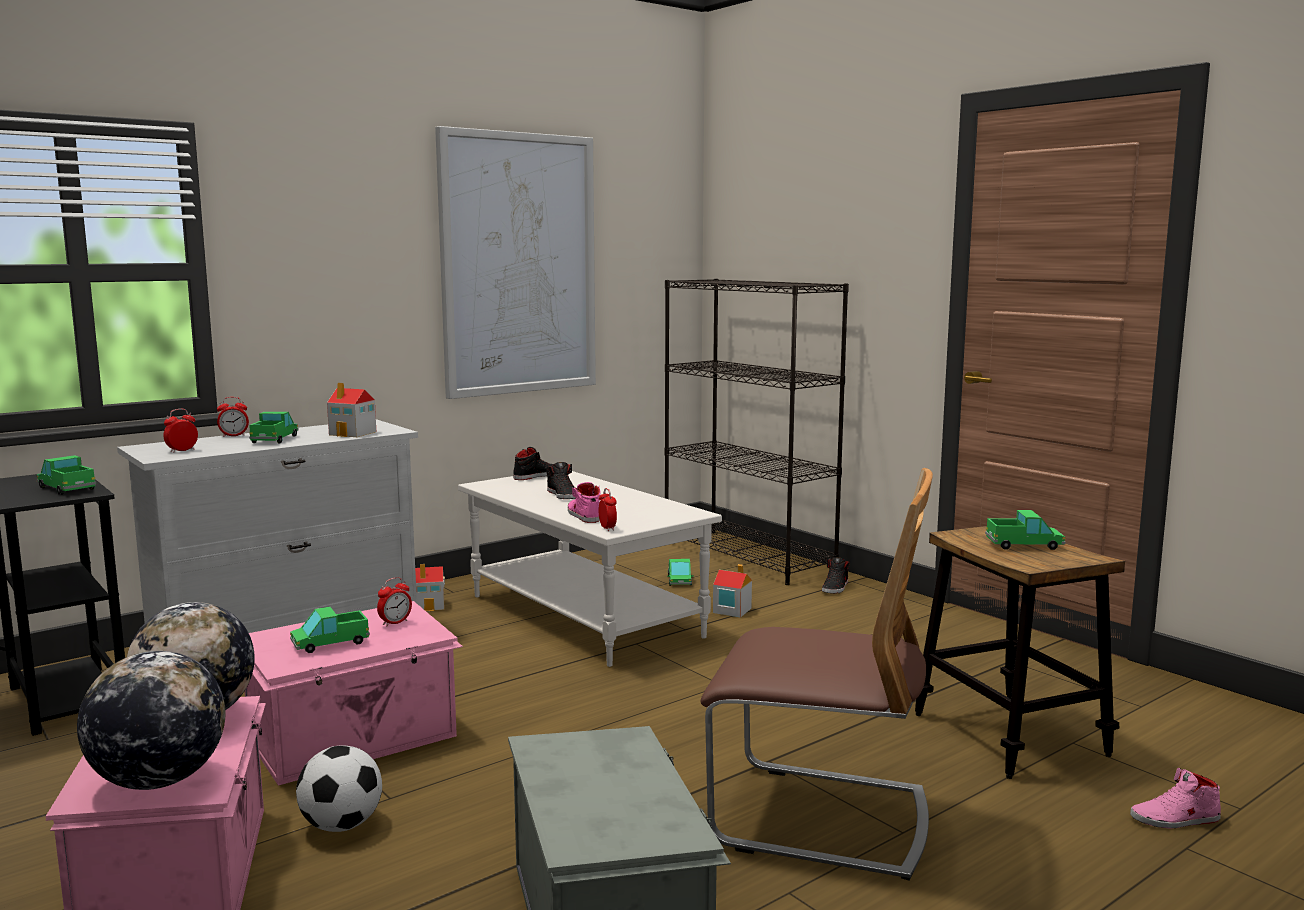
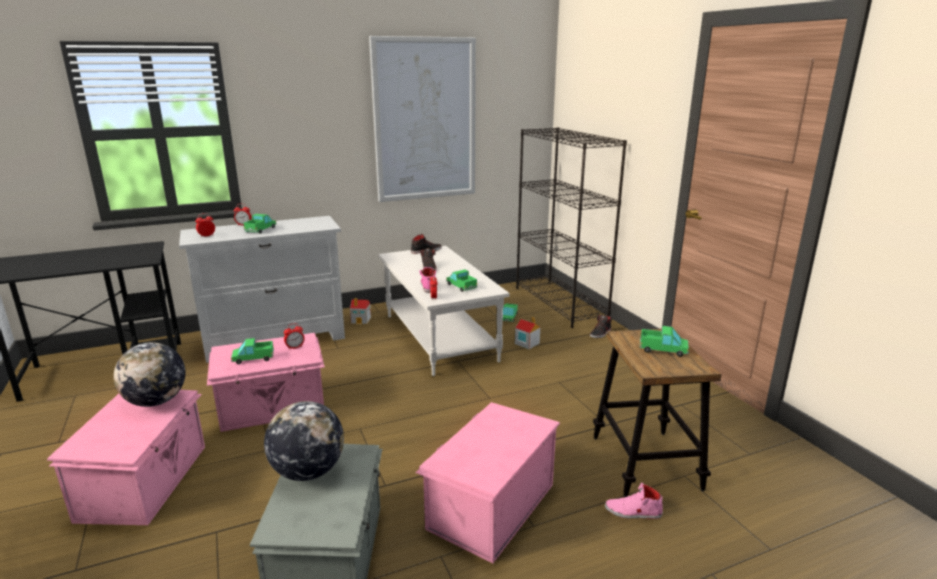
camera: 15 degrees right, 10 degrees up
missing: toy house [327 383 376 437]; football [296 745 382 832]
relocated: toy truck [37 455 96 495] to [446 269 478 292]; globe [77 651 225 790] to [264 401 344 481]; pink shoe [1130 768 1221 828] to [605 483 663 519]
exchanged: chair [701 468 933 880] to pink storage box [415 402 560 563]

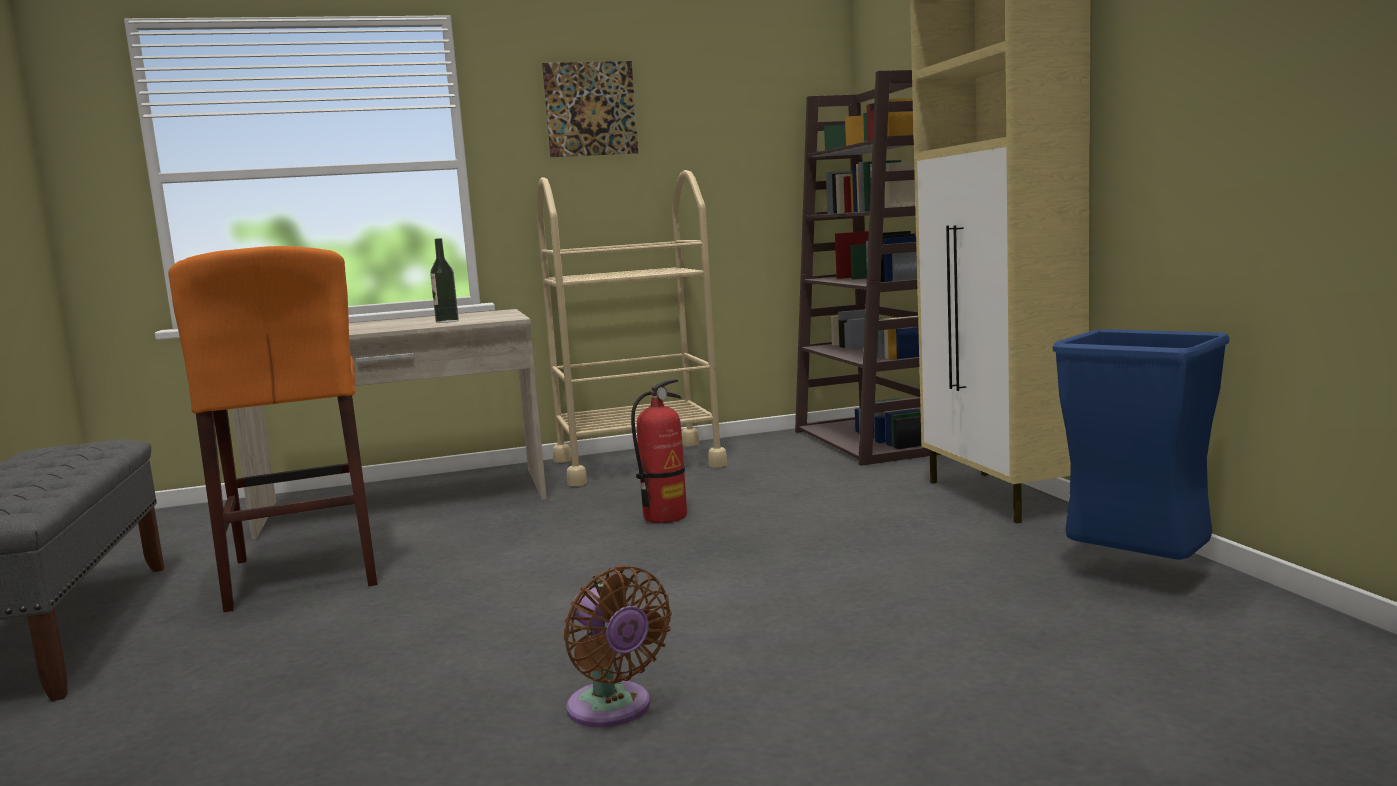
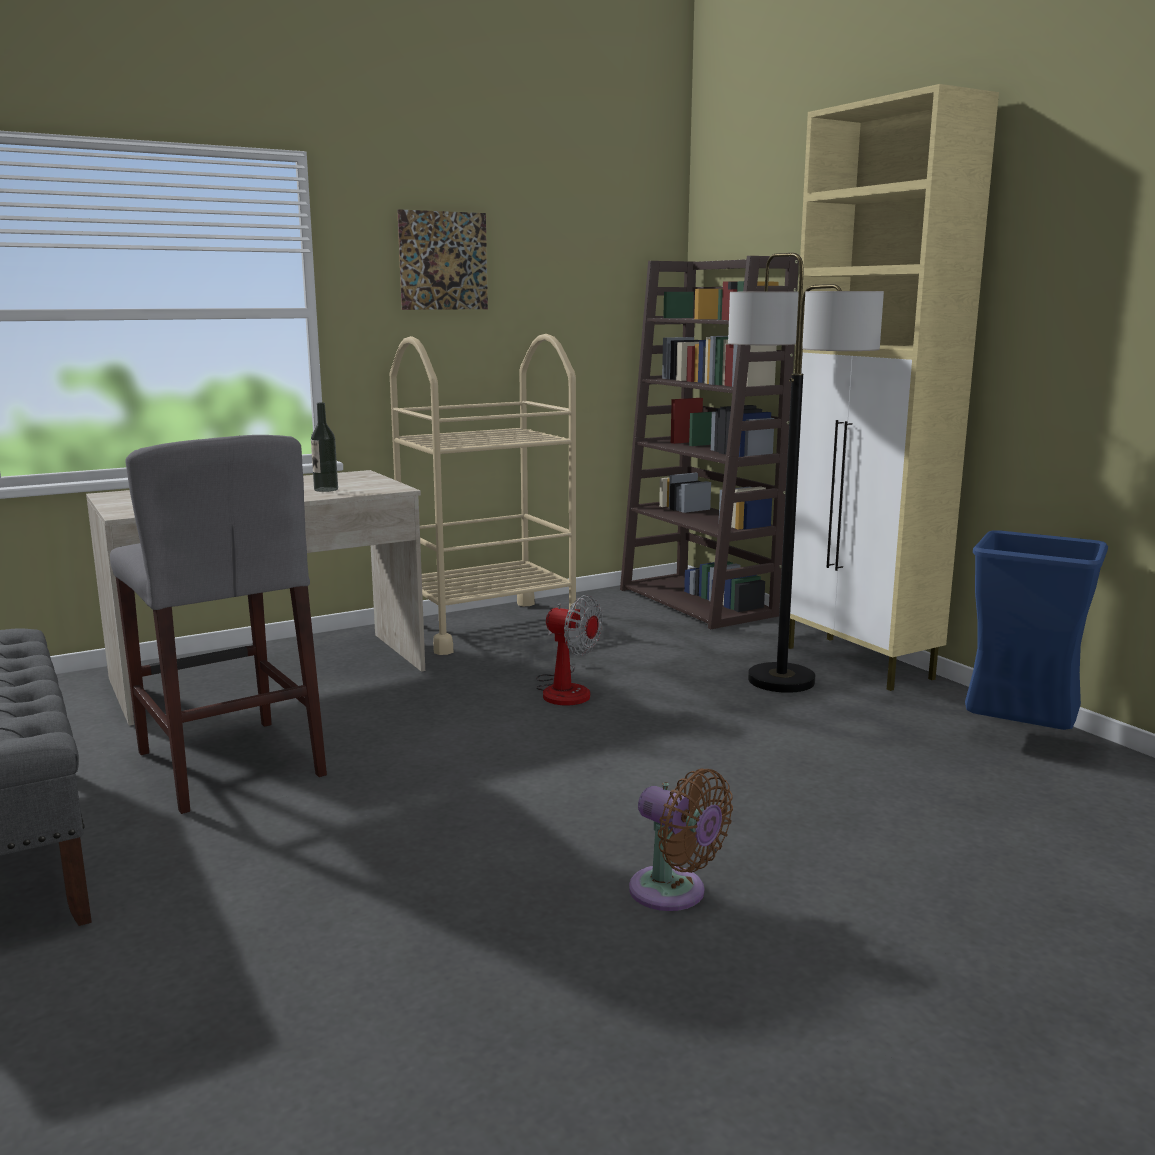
camera: 15 degrees left, 5 degrees up
appeared: floor lamp [728 253 884 693]
exchanged: fire extinguisher [631 379 687 523] to fan [536 595 602 705]
colour: orange stool [168 246 377 612] to grey stool [110 435 327 814]

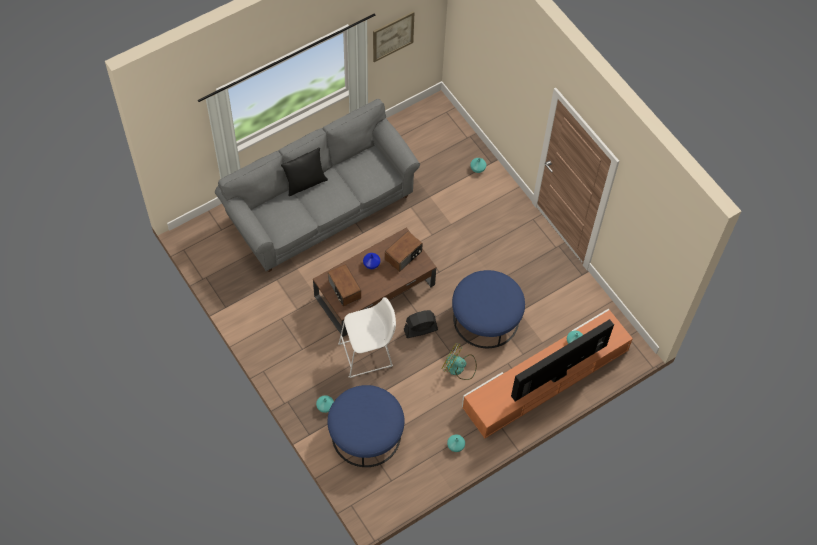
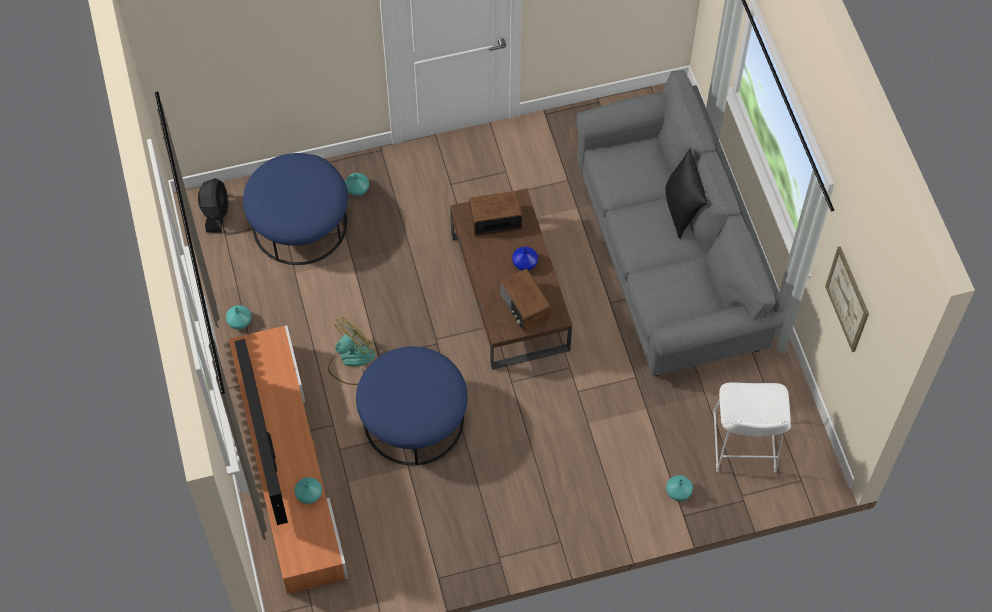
camera: 110 degrees right, 0 degrees up
relocated: white stool [338 297 396 378] to [714 382 791 473]; black fan [404 310 438 338] to [198 178 228 233]

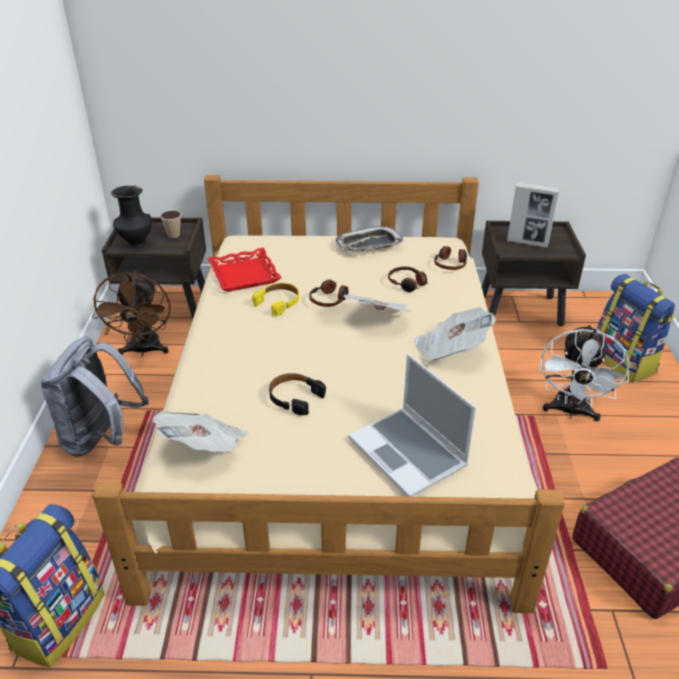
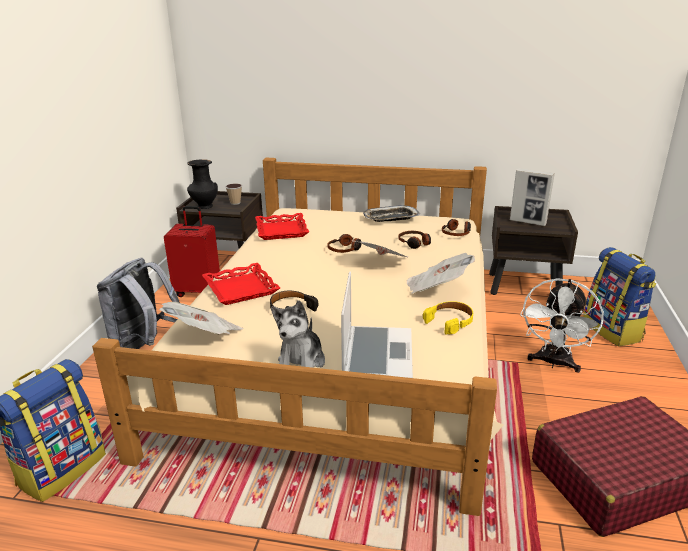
camera: 10 degrees right, 10 degrees down
appeared: red tray [202 263 280 305]; plush toy [271 300 325 368]
relocated: yellow headphones [252 283 299 316] to [423 301 473 335]
exchanged: brown fan [92 270 171 357] to red suitcase [164 206 220 297]
spun: laptop [349 354 476 497] = [341 272 413 378] 150 degrees counterclockwise

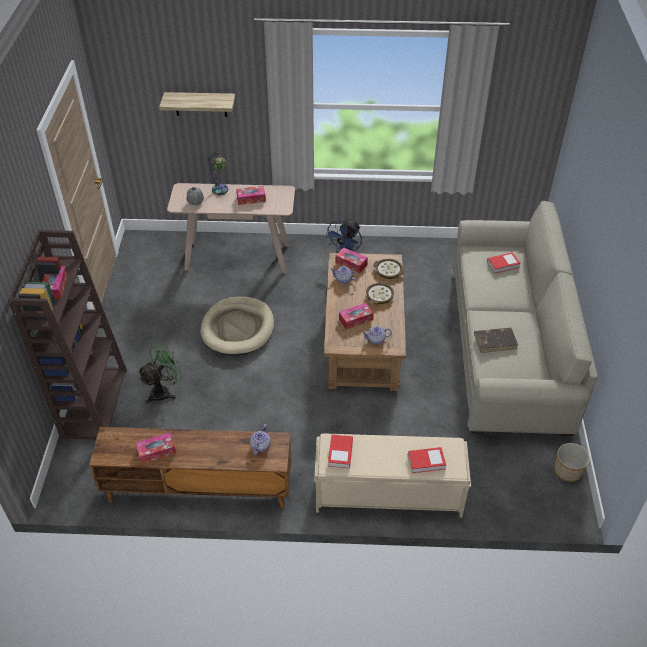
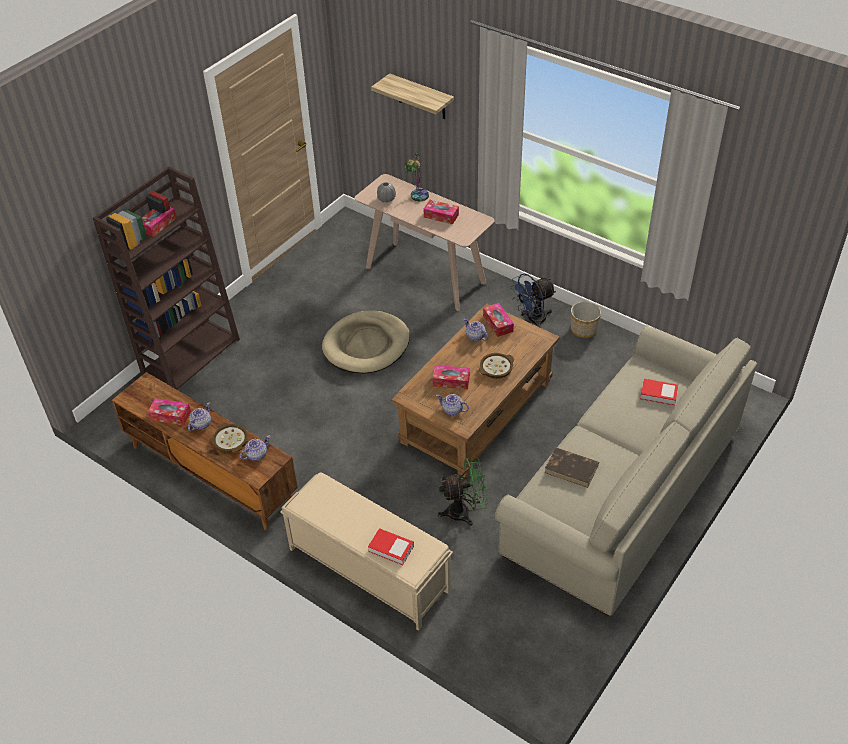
camera: 35 degrees right, 0 degrees up
missing: book [328 434 353 468]
appeared: teapot [188 403 211 432]
relocated: bowl [373 259 405 279] to [212 423 248 453]; green fan [138 343 184 404] to [438 457 488 526]; planter [554 443 590 482] to [571 301 601 338]

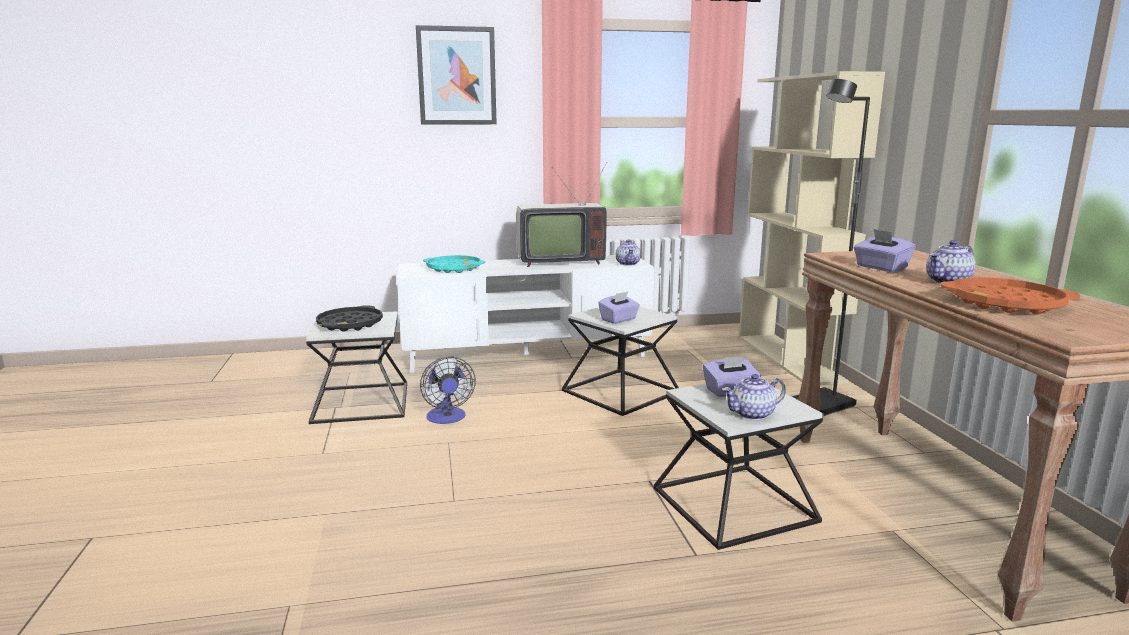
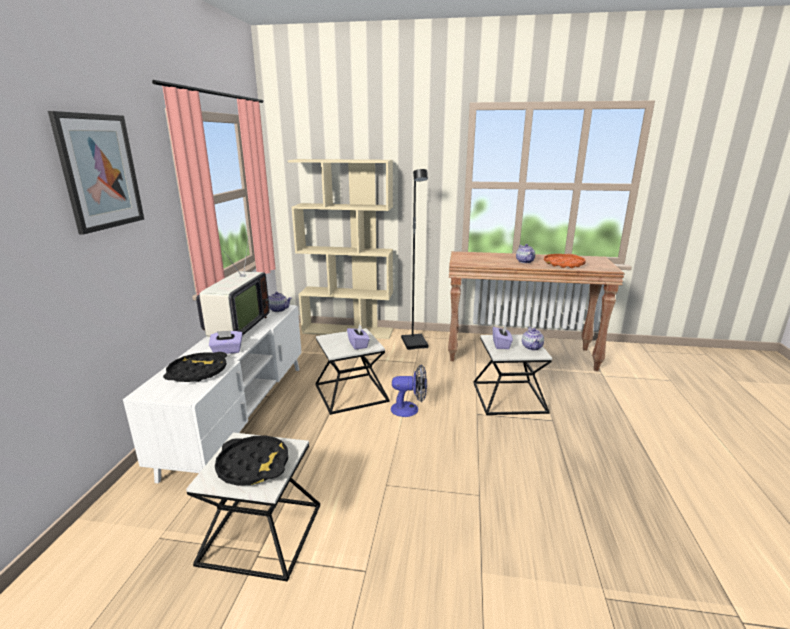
camera: 70 degrees left, 5 degrees up
relocated: purple tissue box [854 229 916 272] to [209 331 242 354]; fan [420 357 476 424] to [391 364 427 417]
colour: turquoise tray [423 255 485 273] to black tray [163 352 227 382]

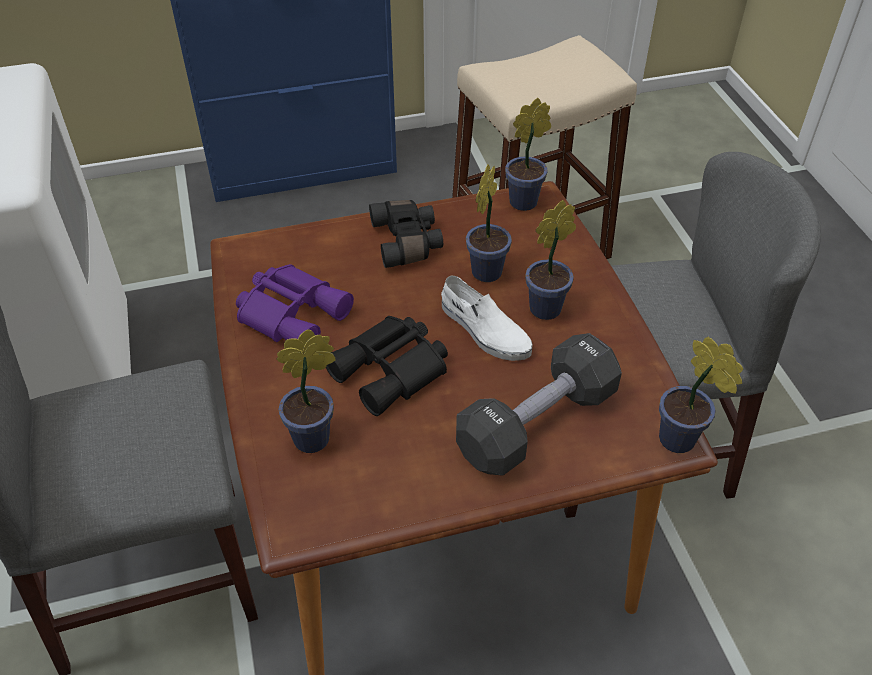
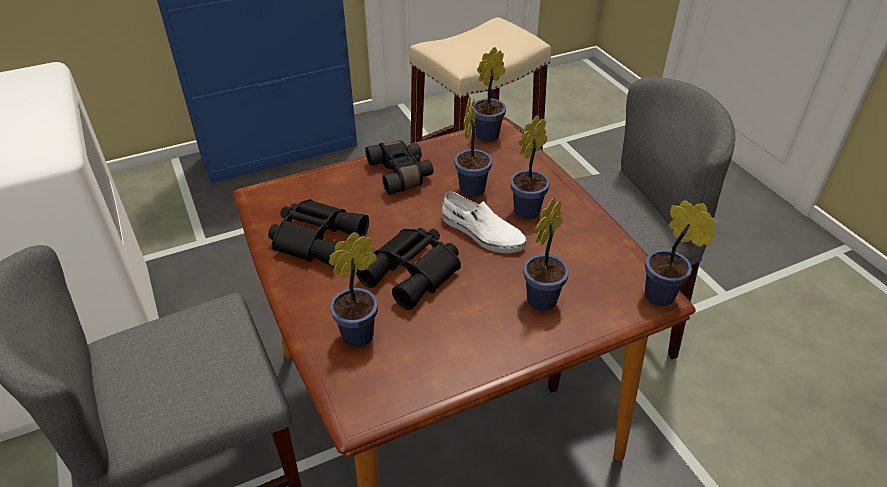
camera: 10 degrees left, 5 degrees down
exchanged: black dumbbell [456 333 622 476] to potted plant [523 198 569 311]
colour: purple binoculars [236 264 354 342] to black binoculars [268 199 369 268]

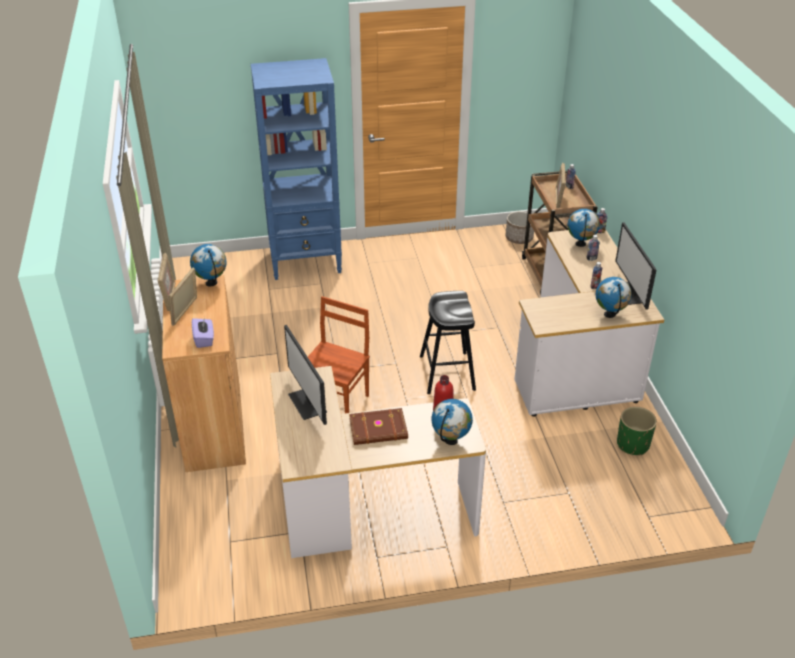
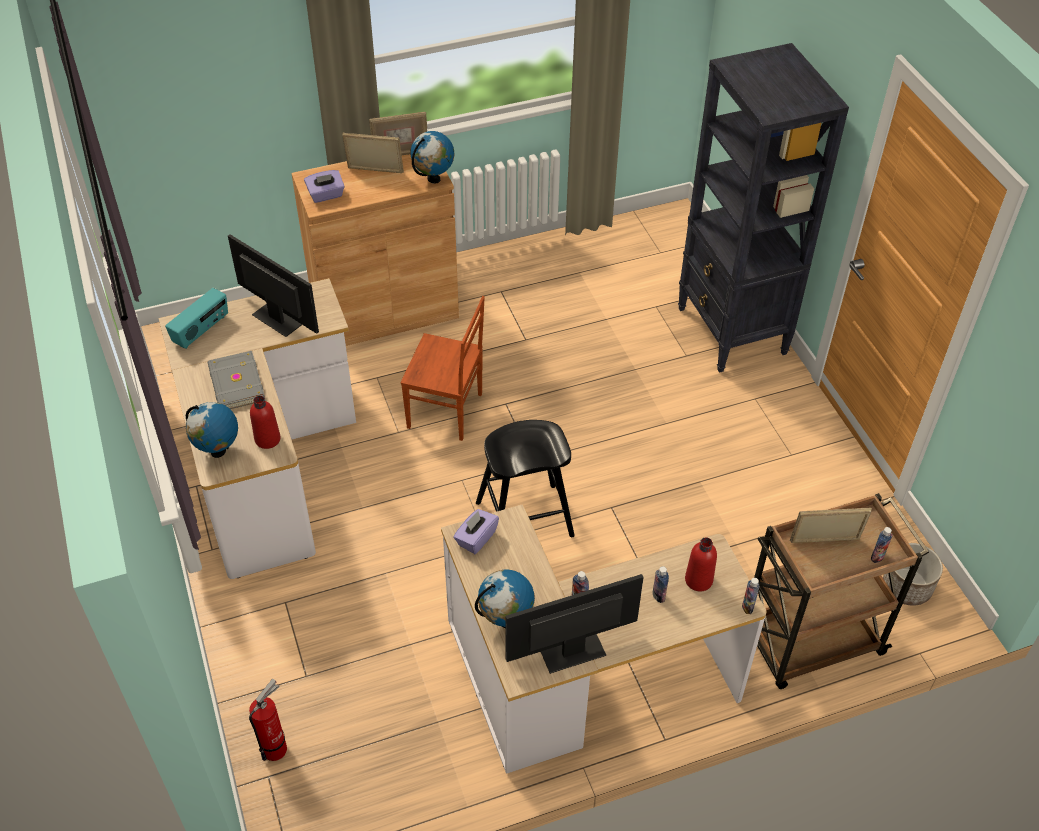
camera: 80 degrees right, 10 degrees up
missing: green planter [617 406 657 455]
appeared: radio [165 288 228 349]; purple tissue box [453 509 499 554]; fire extinguisher [249 679 287 761]
exchanged: globe [568 209 600 247] to red bottle [685 537 717 591]
colour: blue bookcase [251 58 342 280] to black bookcase [678 43 849 373]; brown book [349 408 408 445] to grey book [208 351 266 409]
spun: monitor [284 325 327 425] = [228 234 319 337] 75 degrees clockwise

